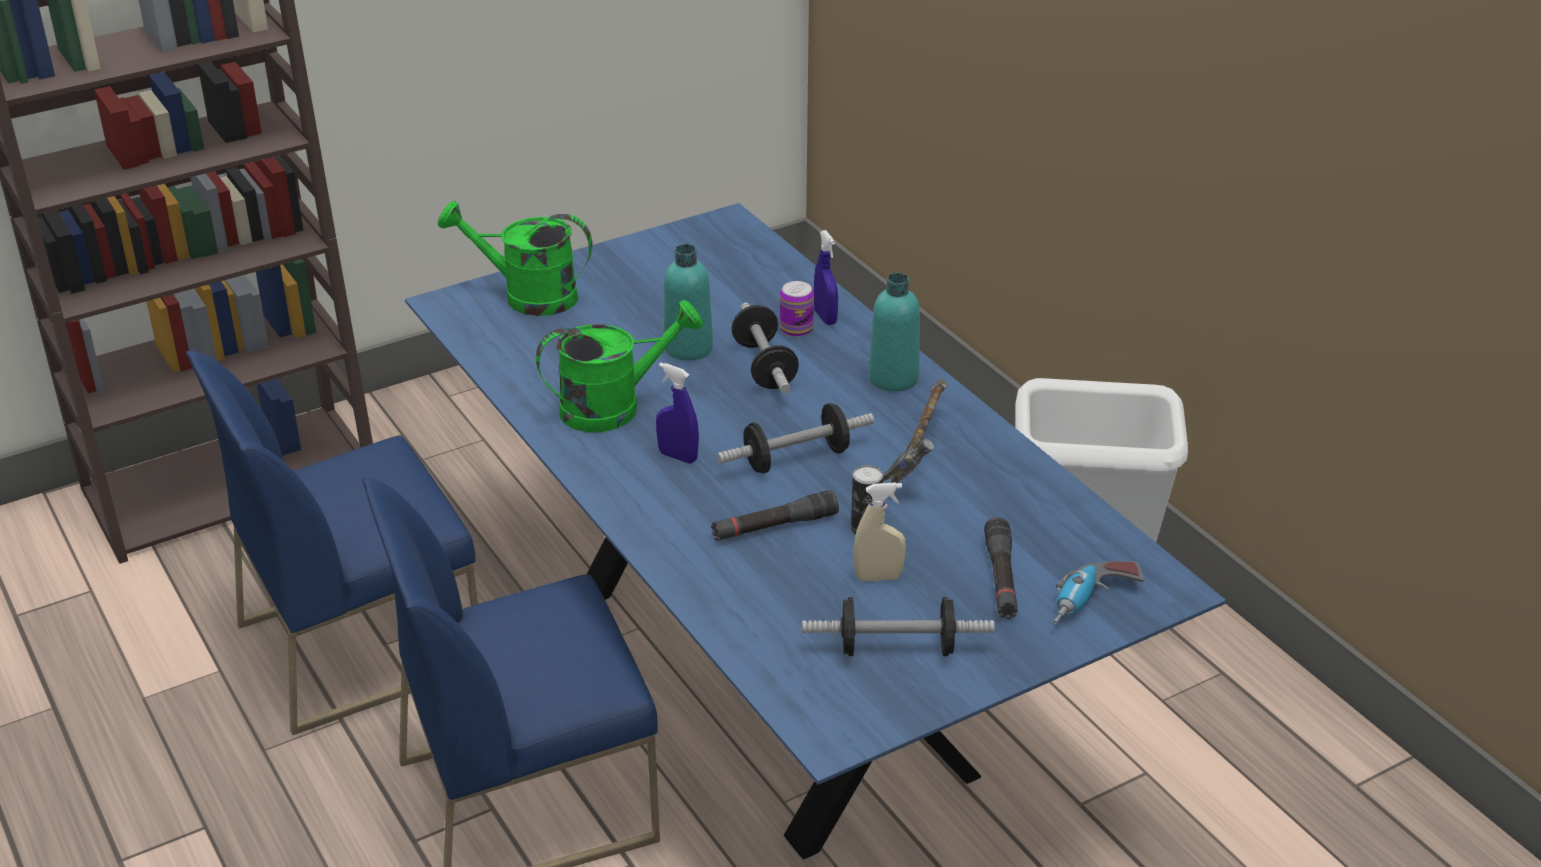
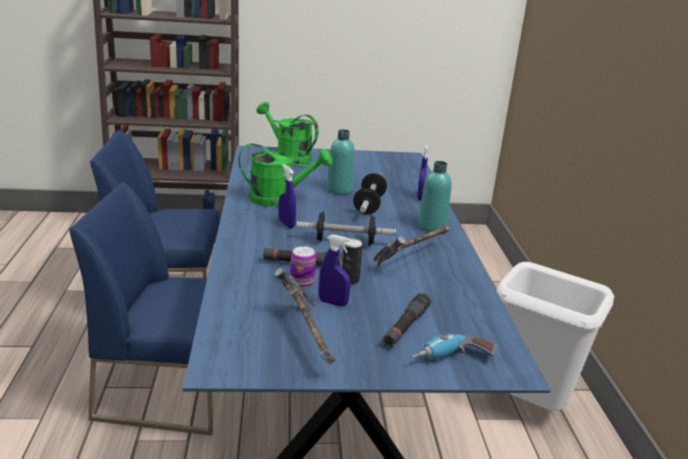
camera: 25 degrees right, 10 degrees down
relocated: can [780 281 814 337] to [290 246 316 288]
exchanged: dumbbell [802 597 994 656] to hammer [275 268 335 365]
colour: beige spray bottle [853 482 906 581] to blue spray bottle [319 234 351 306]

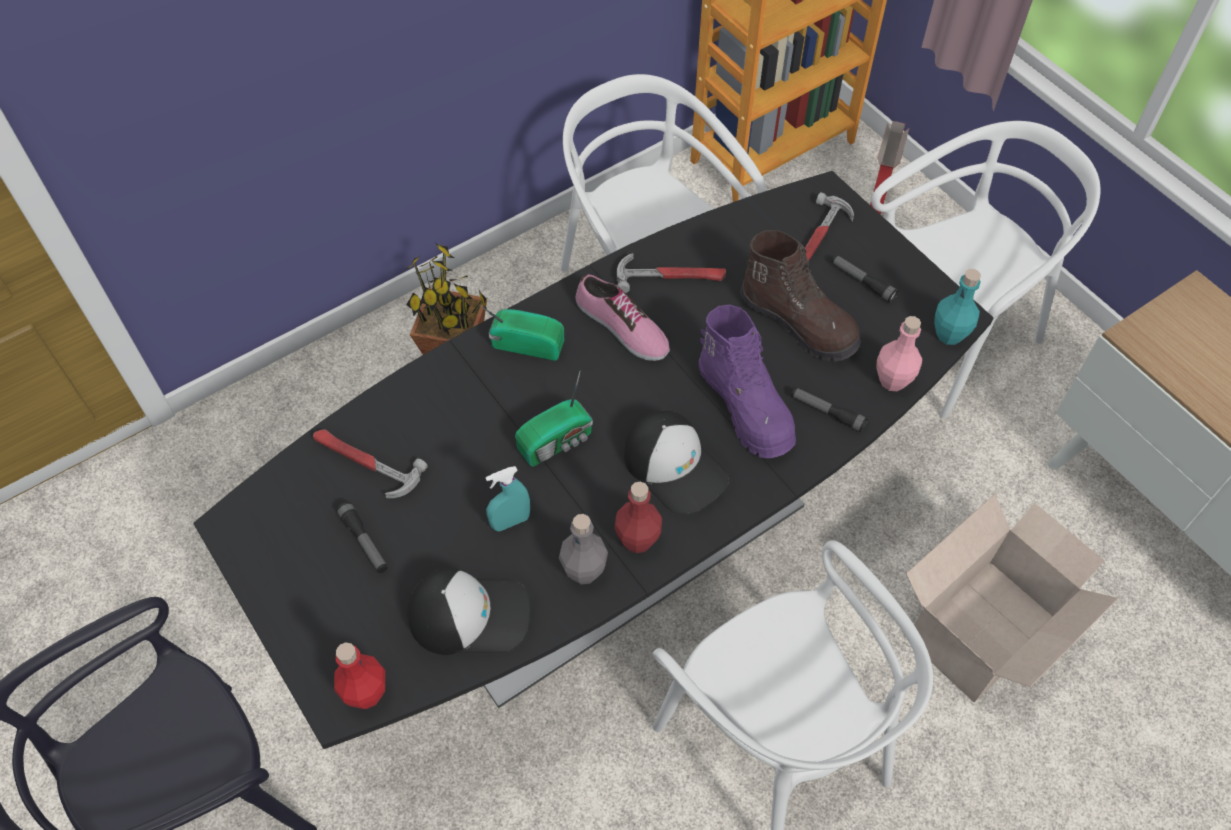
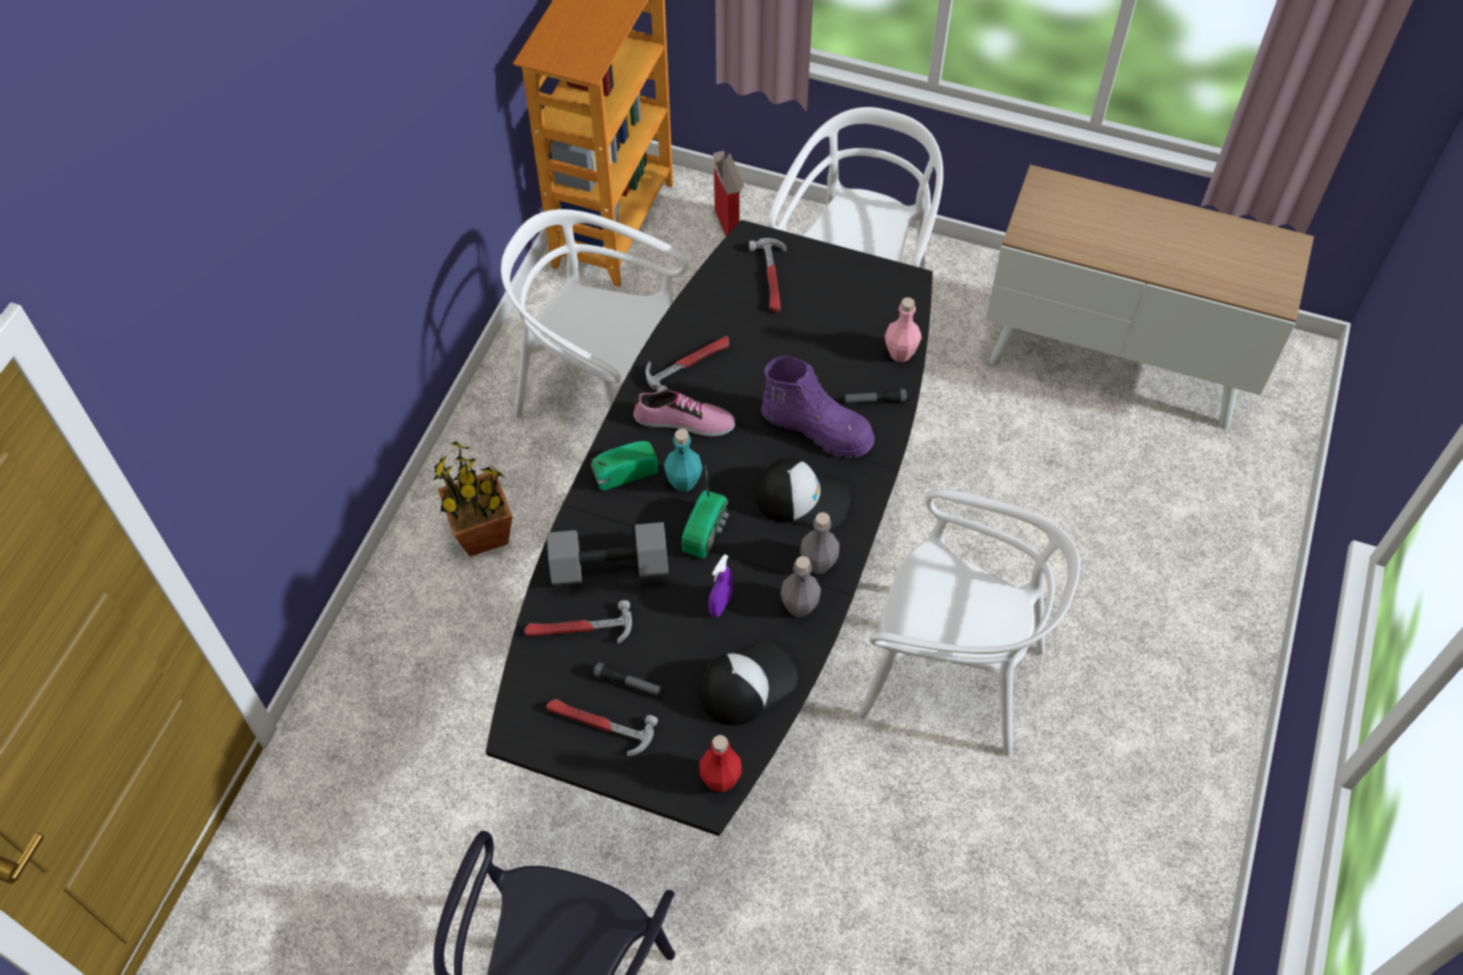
camera: 35 degrees left, 0 degrees up
missing: brown boot [740 230 861 362]; flashlight [831 255 898 303]; cardboard box [906 494 1119 702]
appeared: grey dumbbell [547 522 668 585]; hammer [547 699 658 756]
relocated: turquoise bottle [934 269 981 345] to [664 429 703 492]
colour: turquoise spray bottle [486 466 530 531] to purple spray bottle [708 554 733 618]; red bottle [614 481 662 553] to grey bottle [800 512 840 574]

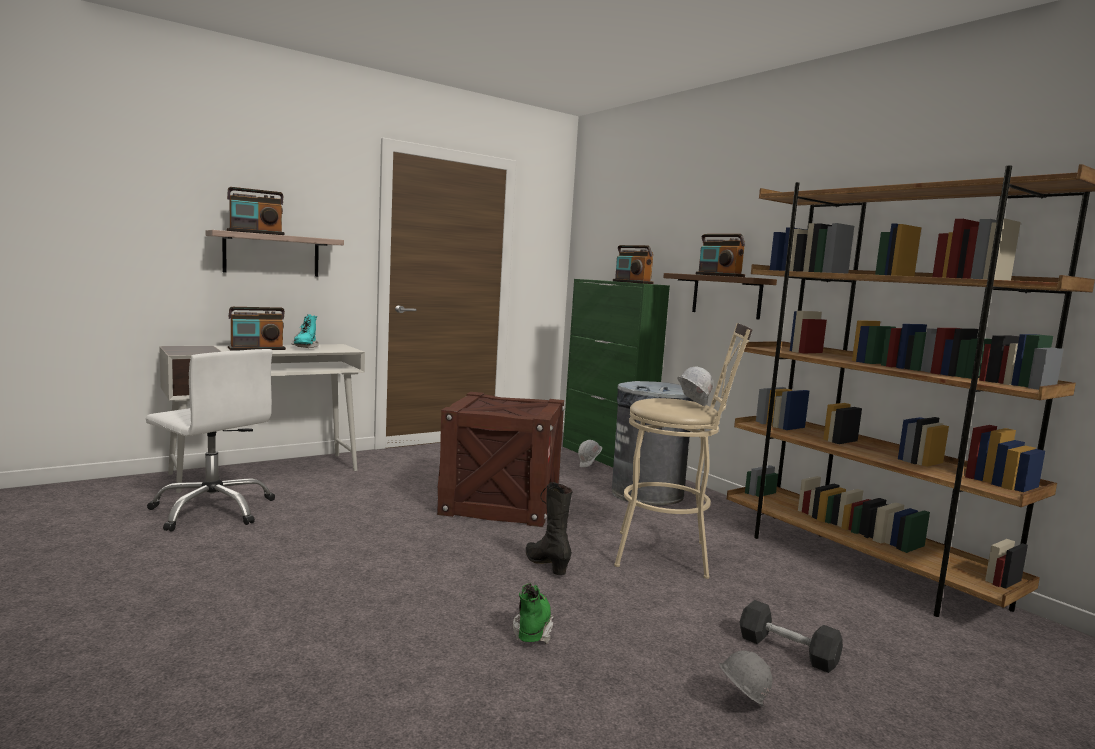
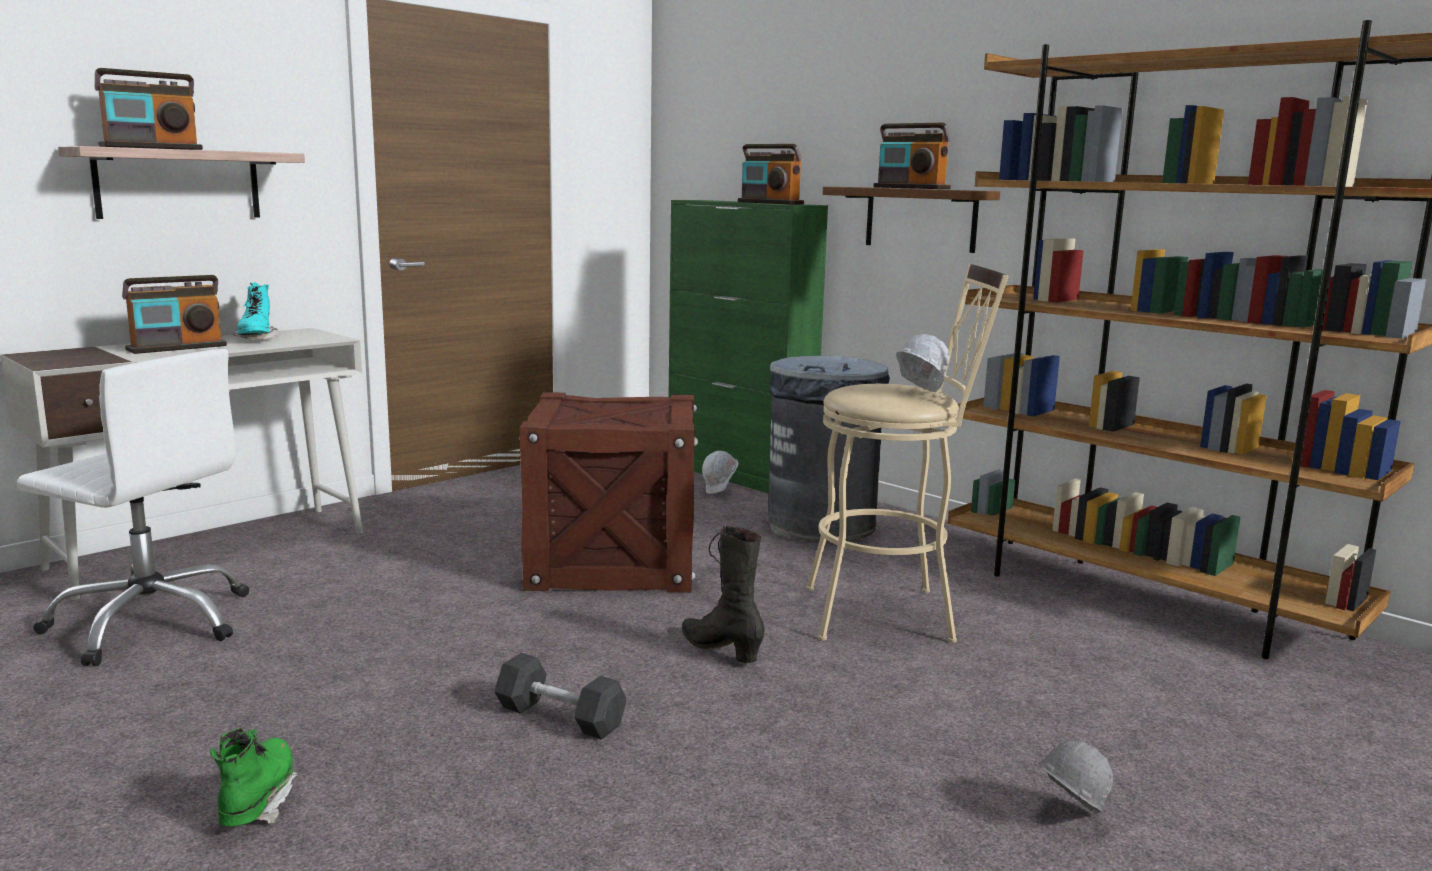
camera: 10 degrees left, 5 degrees up
relocated: green boot [513 583 554 644] to [210 728 298 827]; grey dumbbell [739 600 843 673] to [494 653 626 740]

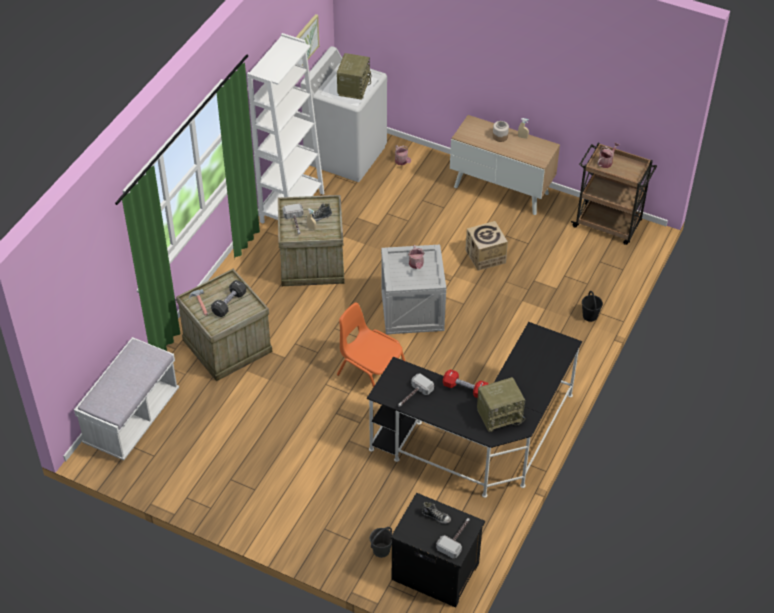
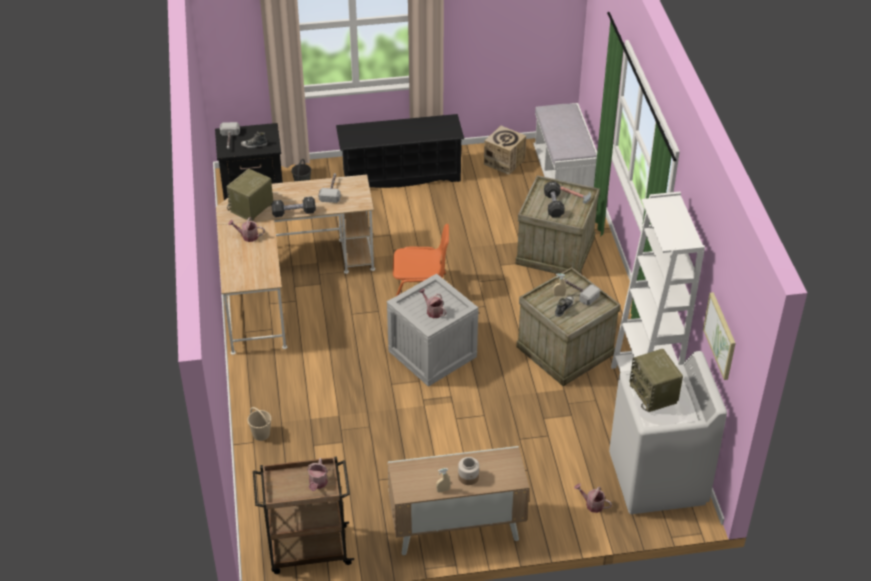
camera: 145 degrees right, 5 degrees down
appeared: black shoe rack [336 114 464 188]; watering can [228 217 265 242]
relocated: cardboard box [466 221 508 271] to [484 126 526 175]
colour: black bucket [582 291 603 322] to beige bucket [247 407 272 441]; black desk [367 322 582 498] to beige desk [216 175 375 355]; red dumbbell [443 370 488 398] to black dumbbell [271 197 316 217]

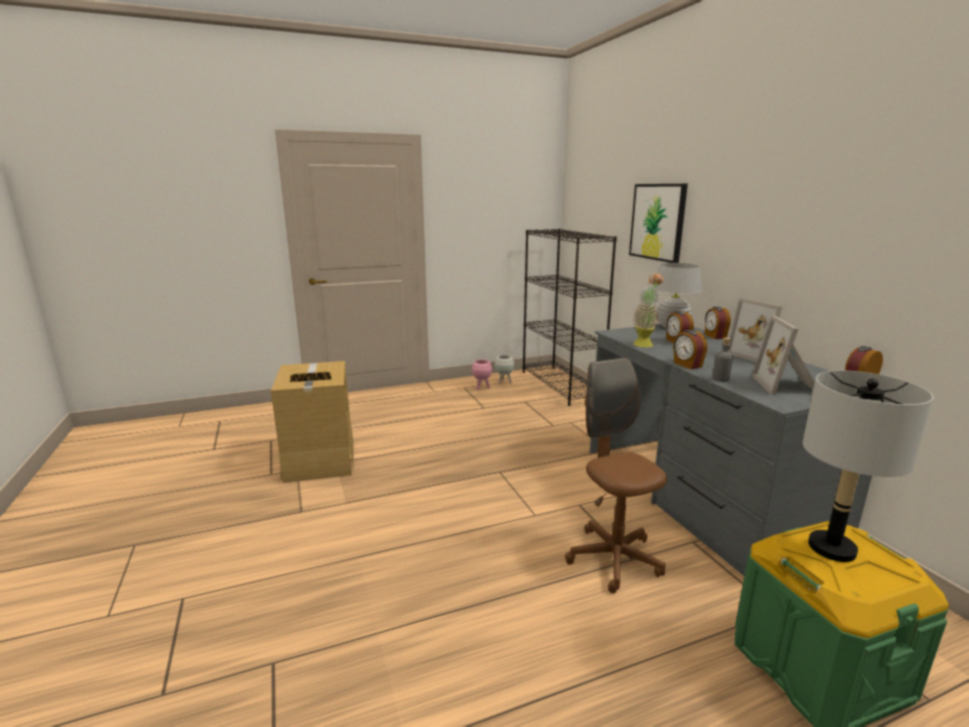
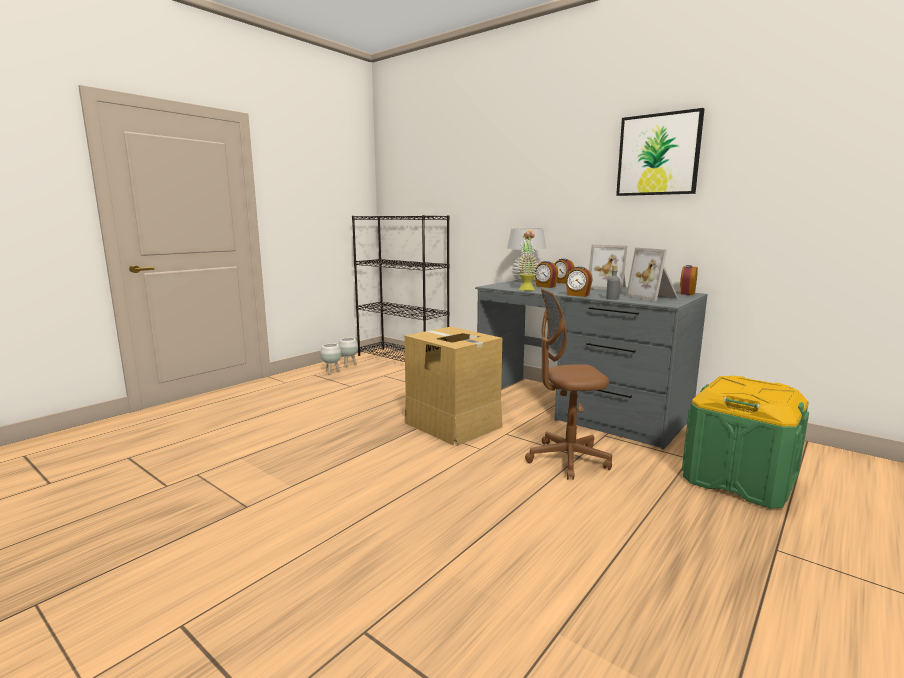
camera: 30 degrees left, 5 degrees down
missing: grey table lamp [802 370 933 562]
relocated: picture [629 184 688 263] to [616 108 704 196]; cardboard box [271 361 353 483] to [404 327 503 446]
colour: pink planter [472 360 492 390] to white planter [320 343 341 375]
spun: brown office chair [565 358 667 594] = [525 288 612 480] 45 degrees counterclockwise

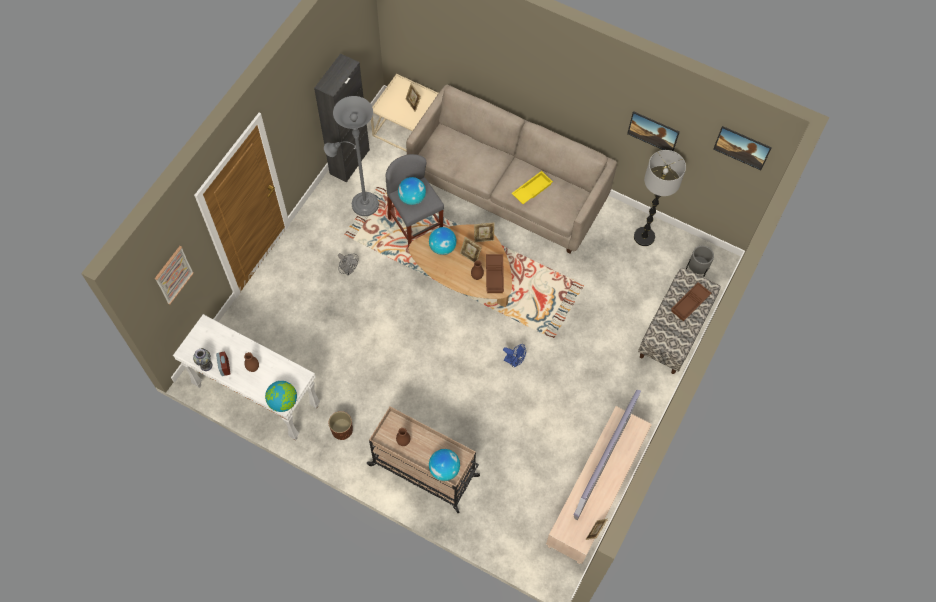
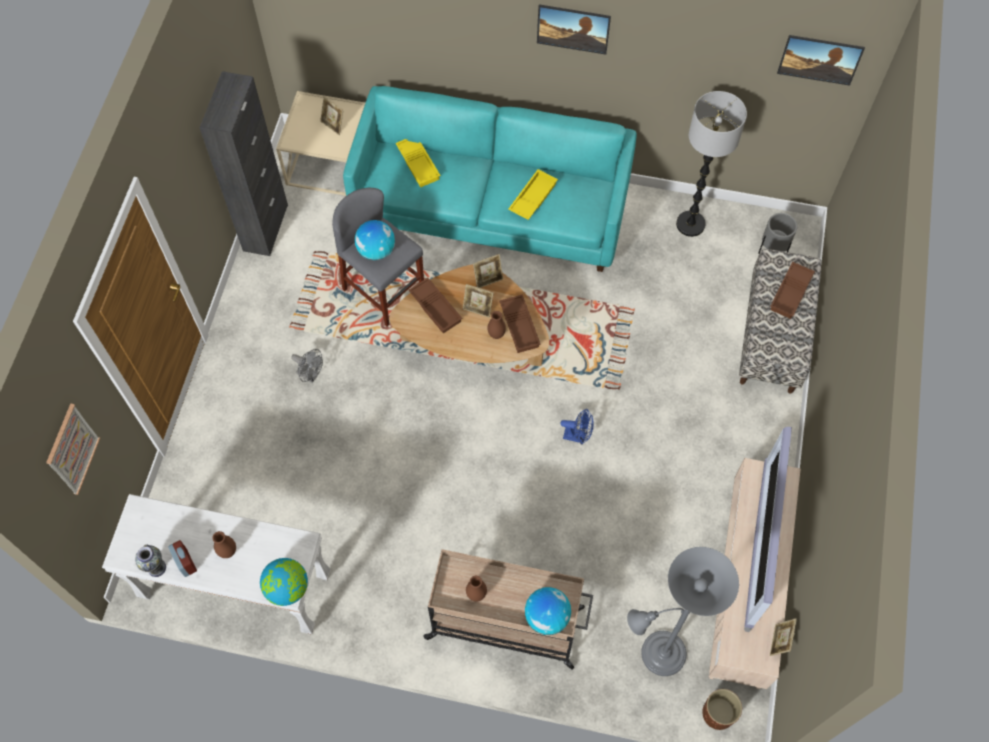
camera: 15 degrees left, 0 degrees up
appeared: yellow tray [395 139 441 188]
relocated: grey floor lamp [324 96 379 216] to [627 547 739 676]; picture [627 111 680 151] to [537 4 611 55]; brown planter [329 411 353 440] to [702 689 742 730]
exchanged: globe [429 227 457 255] to brown tray [408 278 463 333]
colour: beige sofa [406 85 617 254] to turquoise sofa [343 86 637 272]

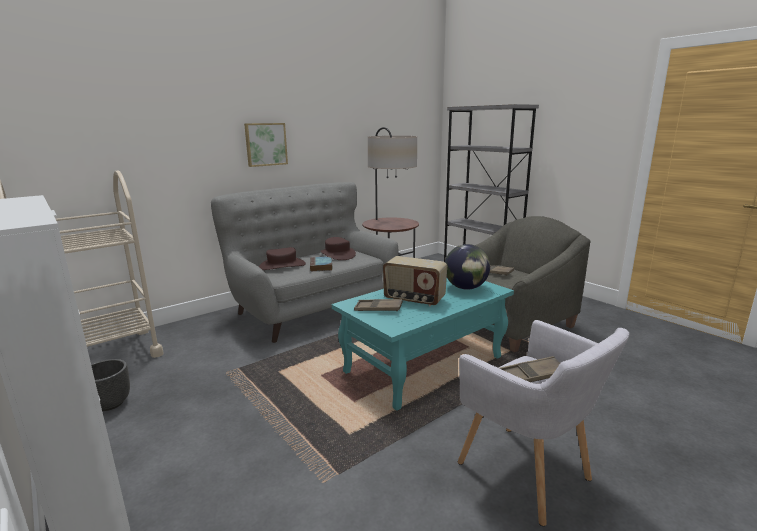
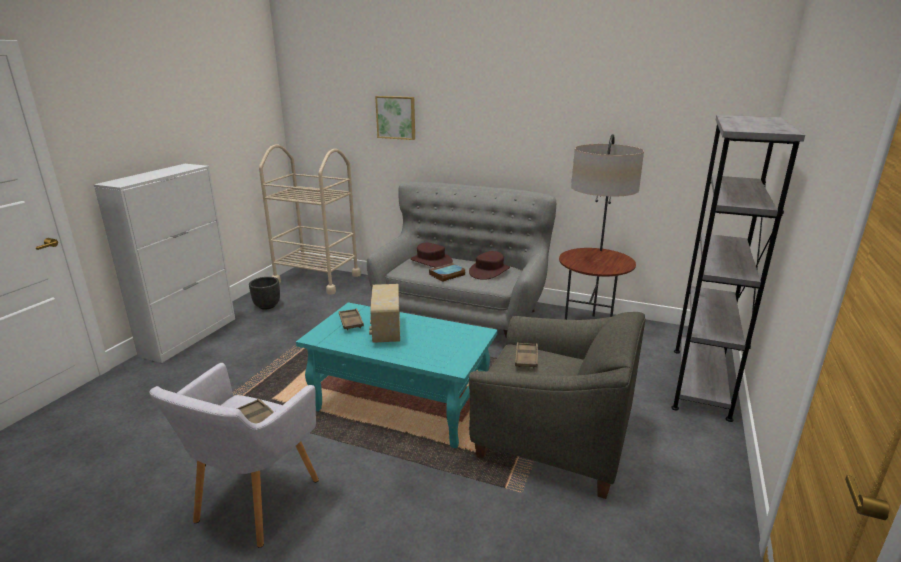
camera: 60 degrees right, 5 degrees up
missing: globe [445 244 490 290]
relocated: picture [244 123 288 167] to [375 96 415 140]

